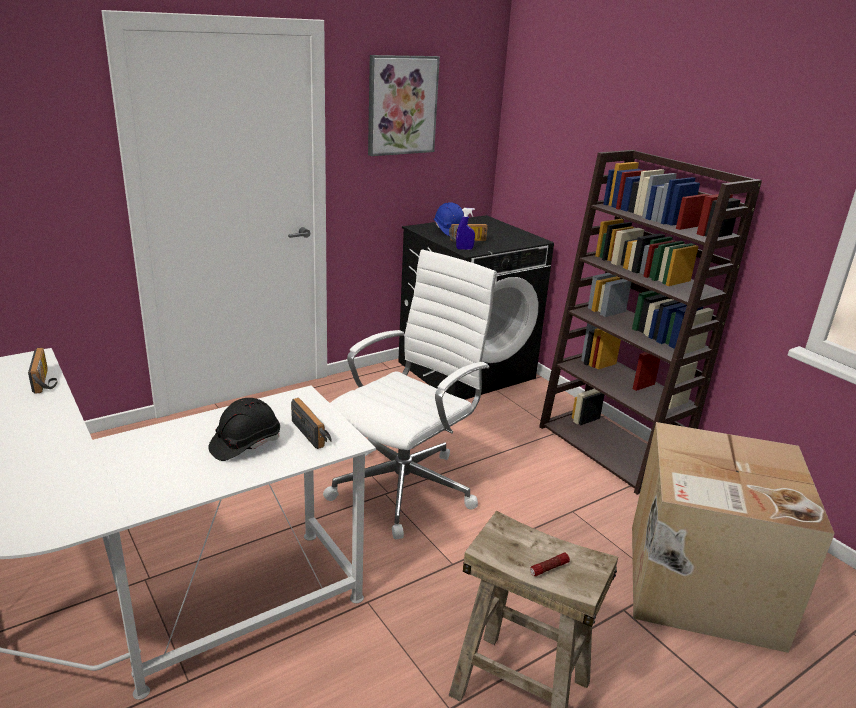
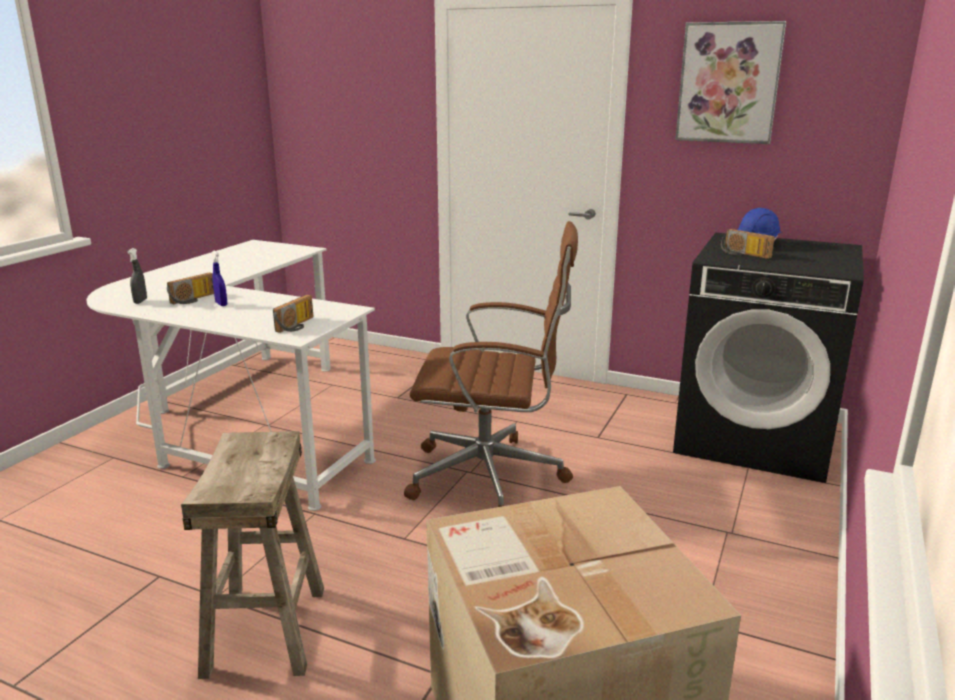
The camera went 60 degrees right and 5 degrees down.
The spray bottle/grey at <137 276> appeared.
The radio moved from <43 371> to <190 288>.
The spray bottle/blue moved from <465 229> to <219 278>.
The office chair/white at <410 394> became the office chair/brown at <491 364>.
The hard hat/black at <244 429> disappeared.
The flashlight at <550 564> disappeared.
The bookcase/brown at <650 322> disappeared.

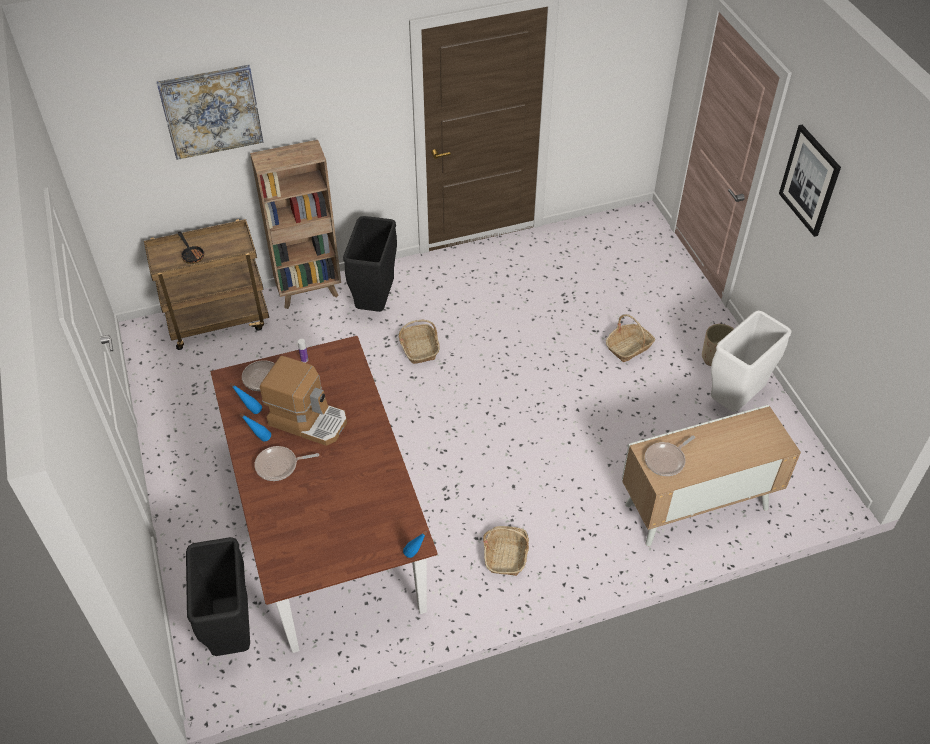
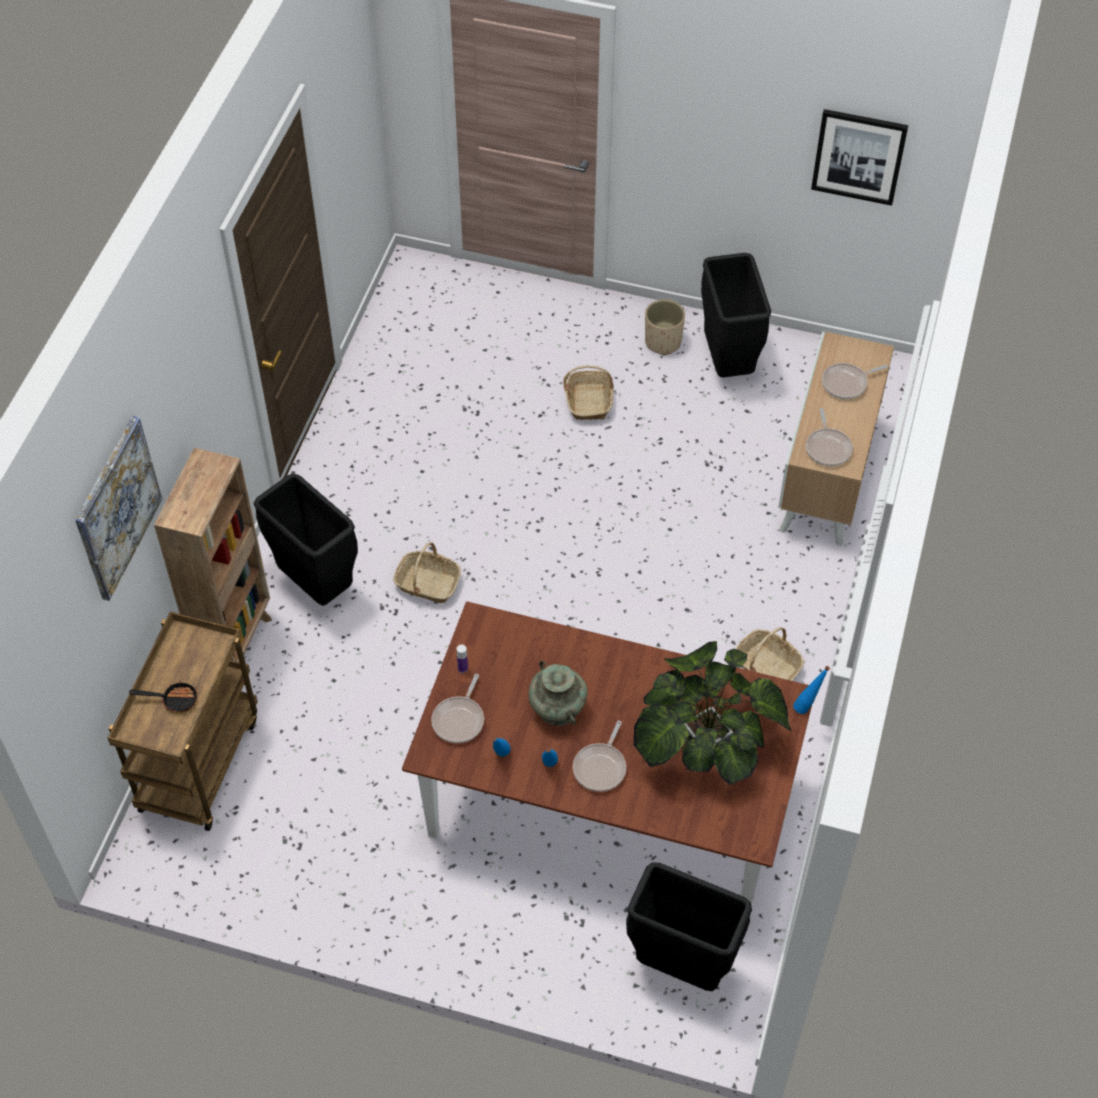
The camera went 55 degrees left and 5 degrees up.
The coffee machine at <303 401> was replaced by the vase/turquoise at <558 693>.
The potted plant at <712 713> appeared.
The trash can/white at <751 361> became the trash can/black at <736 315>.
The picture moved from <810 181> to <859 157>.
The frying pan at <855 381> appeared.

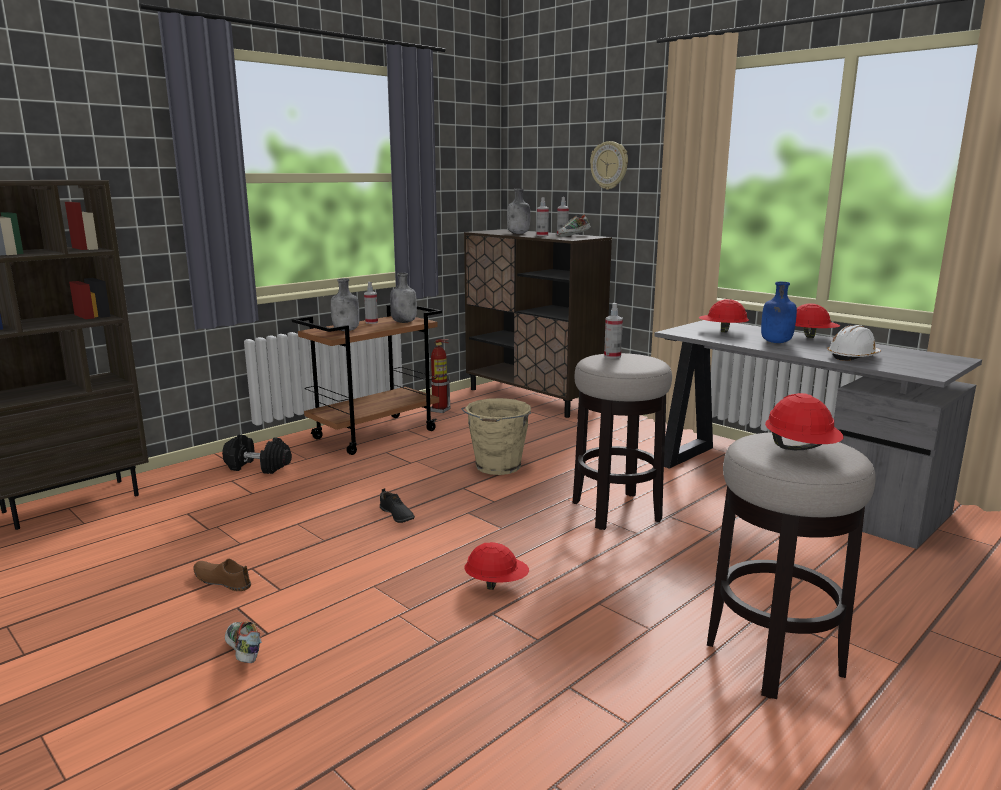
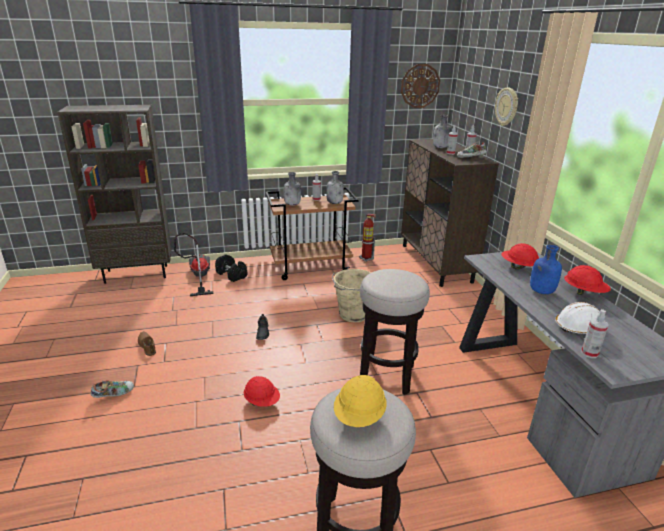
The camera went 30 degrees right and 10 degrees up.
The shoe at <243 642> turned 60 degrees clockwise.
The vacuum cleaner at <194 264> appeared.
The hard hat/red at <804 421> became the hard hat/yellow at <360 401>.
The wall clock at <420 86> appeared.
The spray bottle moved from <613 331> to <594 333>.

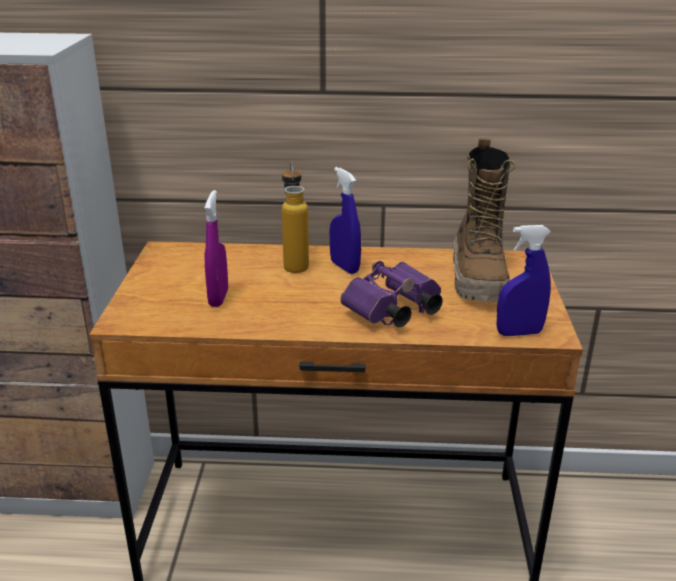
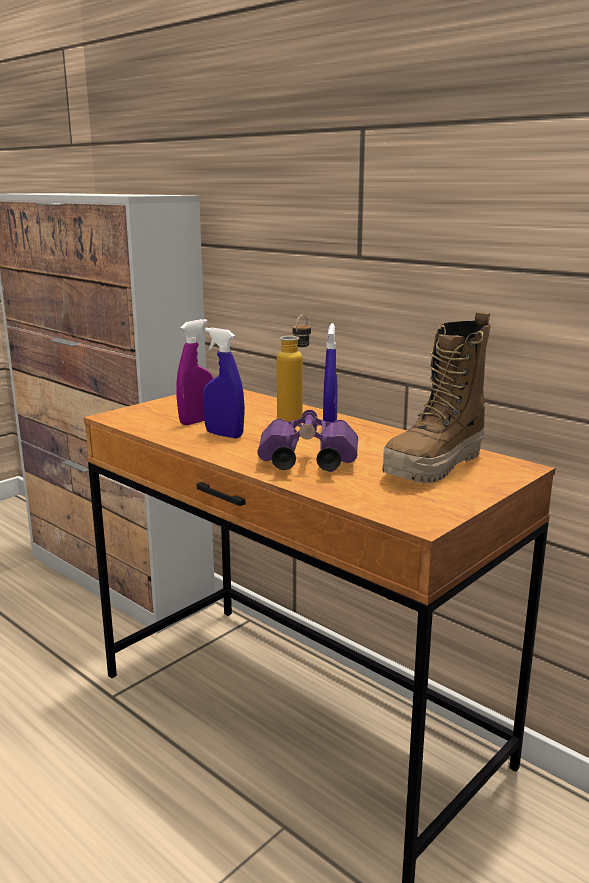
The camera went 40 degrees right and 10 degrees down.
The spray bottle/blue moved from <523 280> to <224 383>.

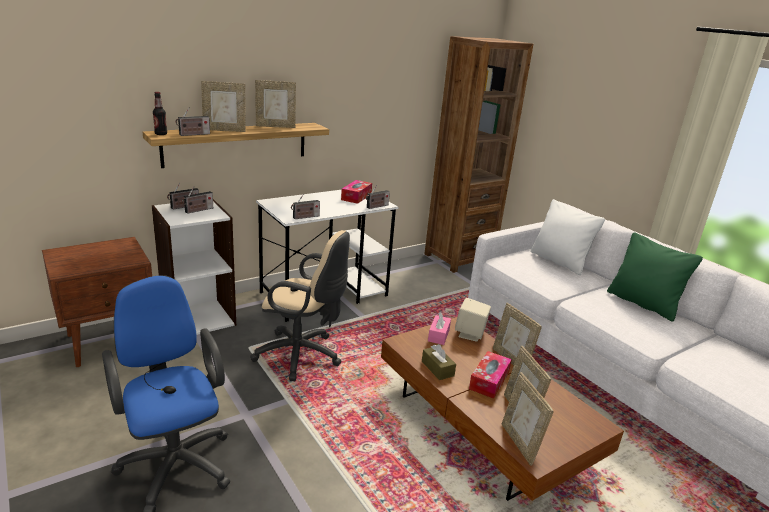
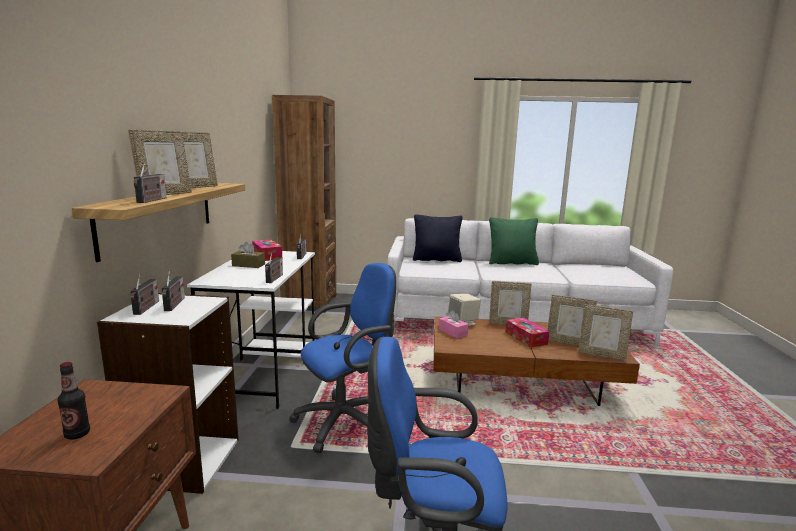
The camera went 50 degrees left and 10 degrees down.
The bottle moved from <160 113> to <73 401>.
The tissue box/brown moved from <439 362> to <248 255>.
The office chair/beige at <300 305> became the office chair/blue at <342 358>.
The pillow/white at <567 237> became the pillow/black at <438 238>.

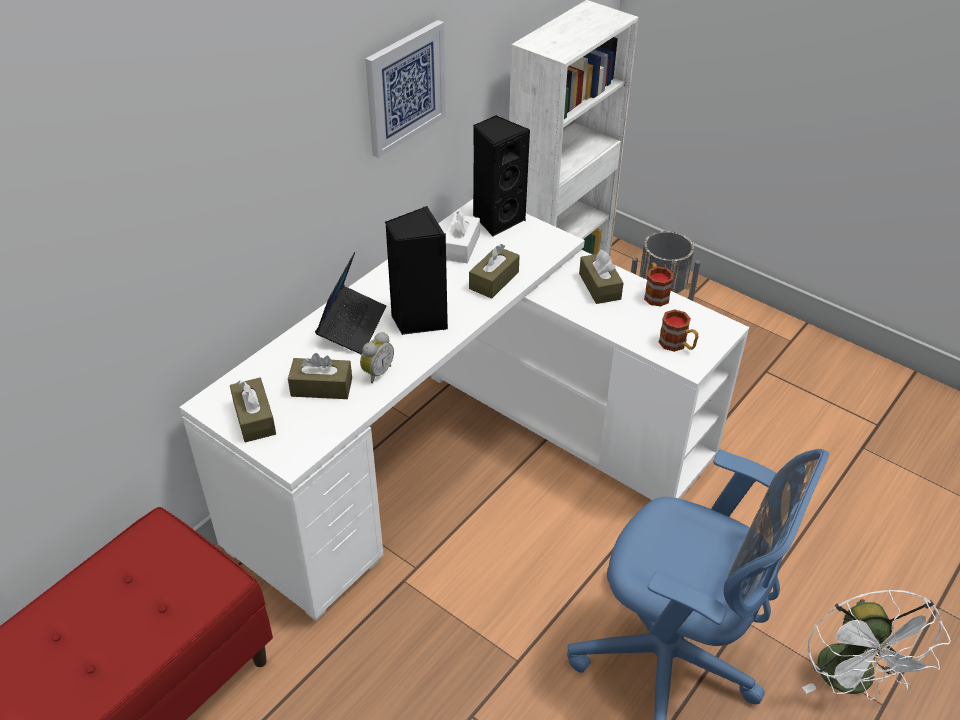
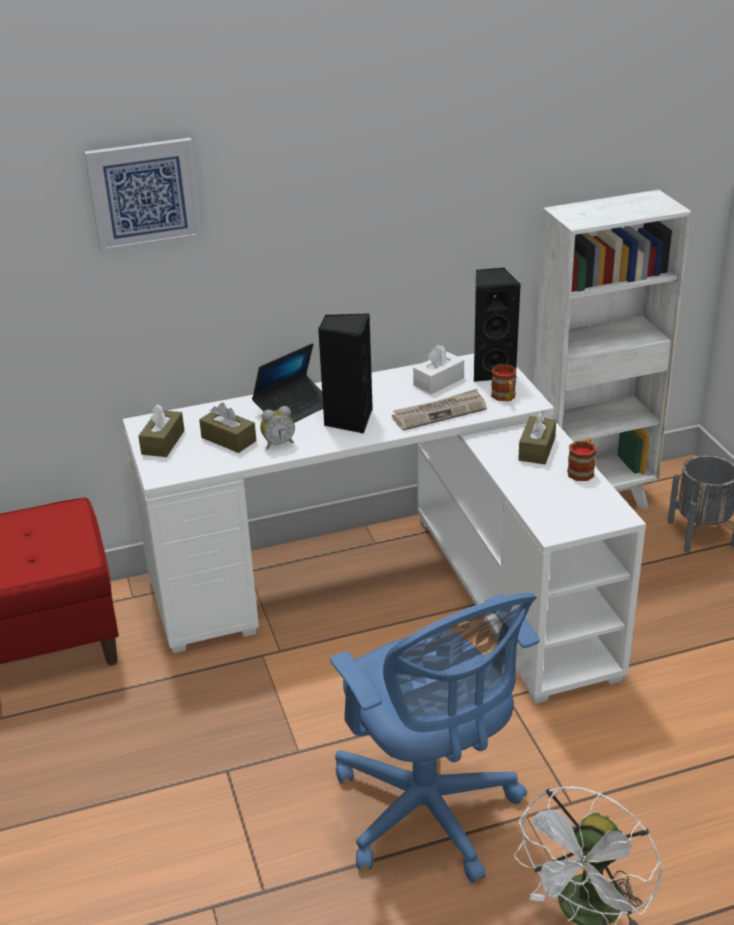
The camera went 35 degrees right and 10 degrees down.
The picture moved from <405 89> to <143 196>.
The tissue box/brown at <494 271> was replaced by the newspaper at <439 410>.
The mug moved from <678 330> to <504 382>.

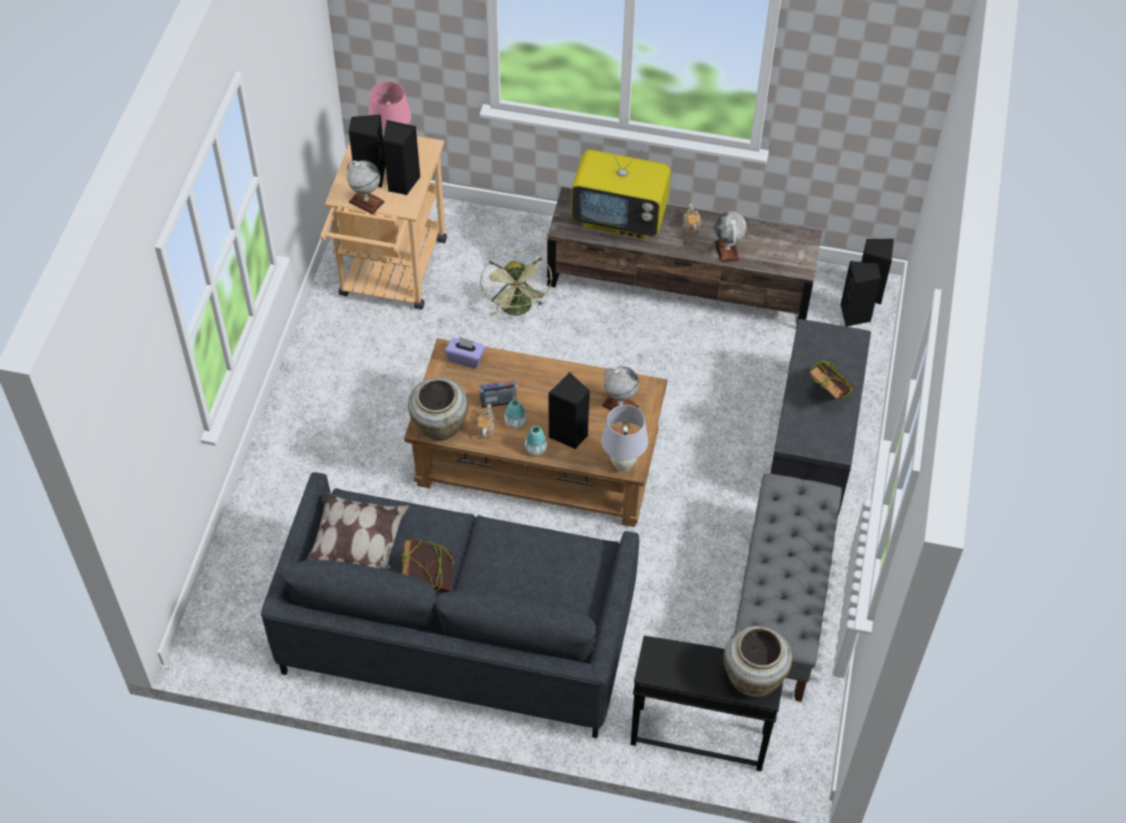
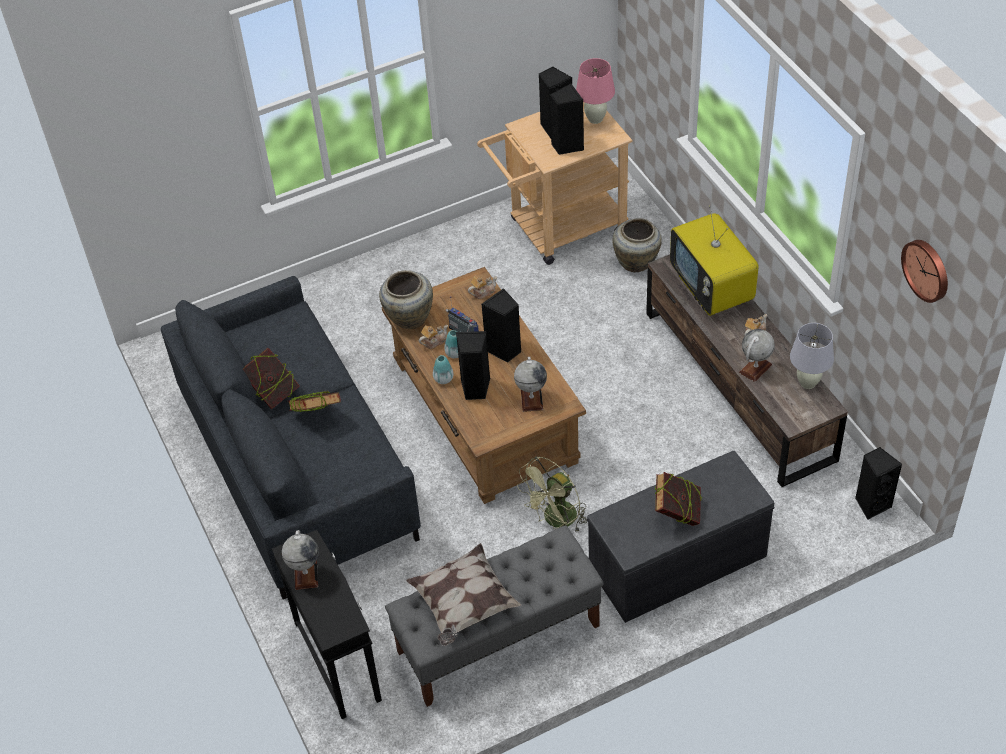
The camera went 55 degrees right and 5 degrees down.
The globe moved from <366 187> to <300 560>.
The book at <314 401> appeared.
The pillow moved from <357 532> to <463 594>.
The tissue box/purple at <465 352> was replaced by the teapot at <482 287>.
The speaker/black moved from <861 294> to <501 326>.
The fan/green moved from <516 283> to <552 495>.
The vase/beige moved from <757 661> to <637 245>.
The table lamp/white moved from <624 438> to <812 356>.
The wall clock at <924 271> appeared.

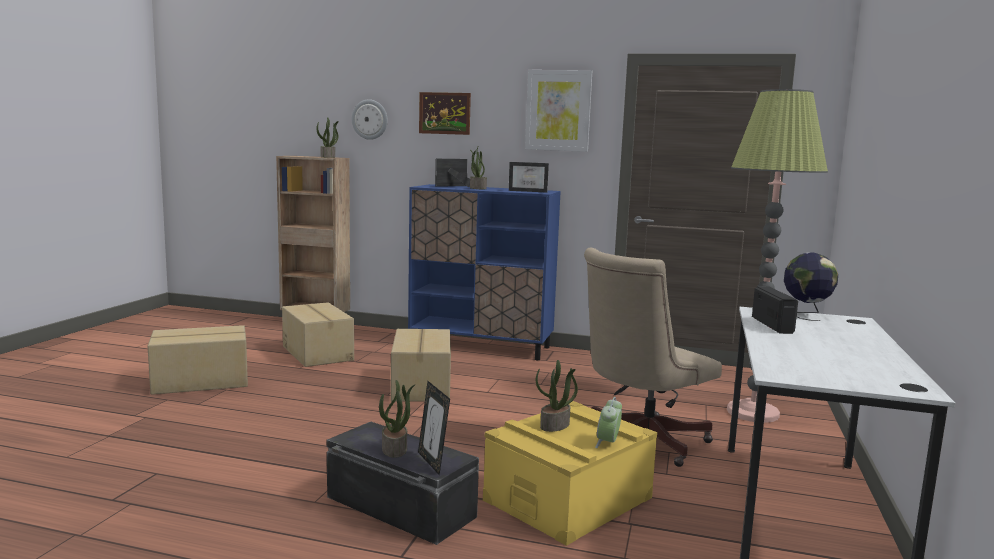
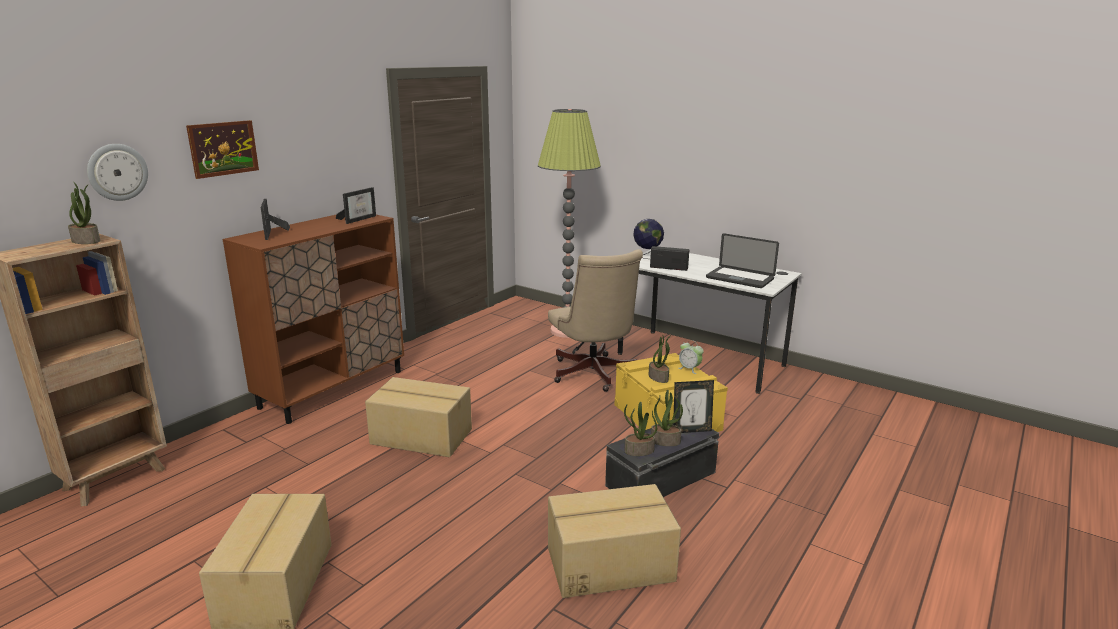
The camera went 70 degrees left and 10 degrees up.
The cabinet/blue at <484 272> became the cabinet/brown at <313 319>.
The cardboard box moved from <318 334> to <614 541>.
The potted plant moved from <478 168> to <640 429>.
The laptop at <742 260> appeared.
The picture at <558 111> disappeared.

